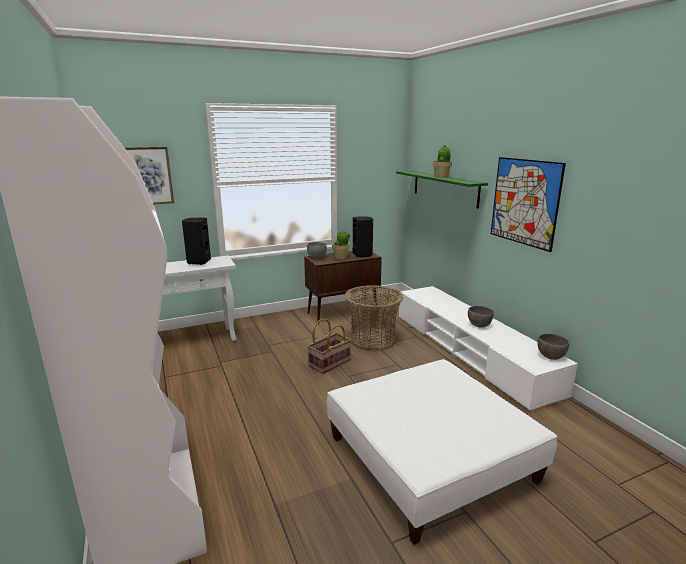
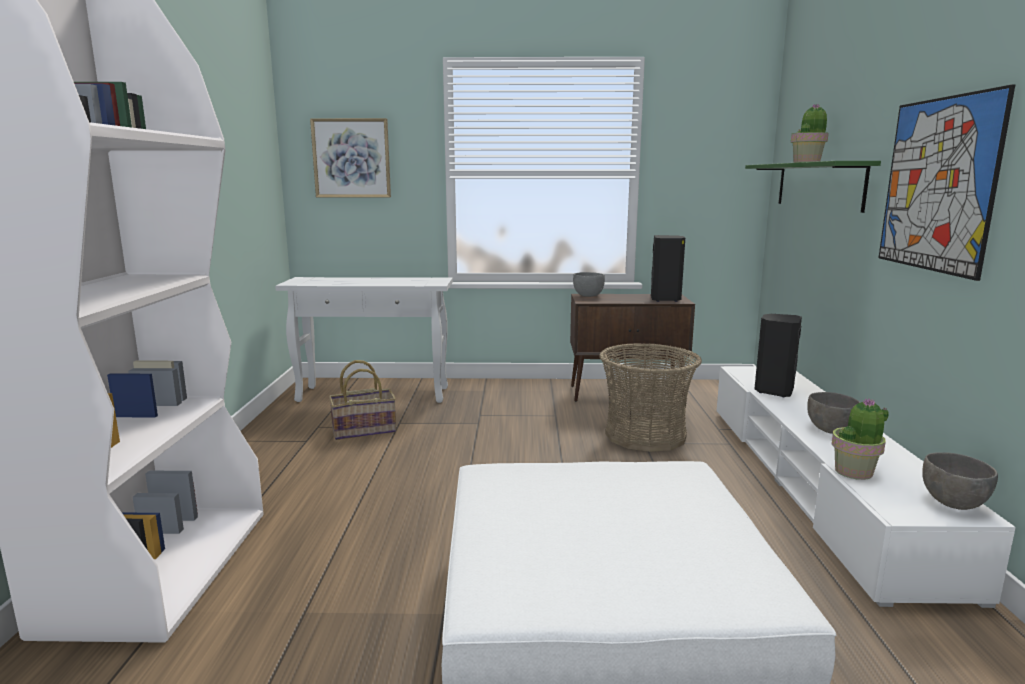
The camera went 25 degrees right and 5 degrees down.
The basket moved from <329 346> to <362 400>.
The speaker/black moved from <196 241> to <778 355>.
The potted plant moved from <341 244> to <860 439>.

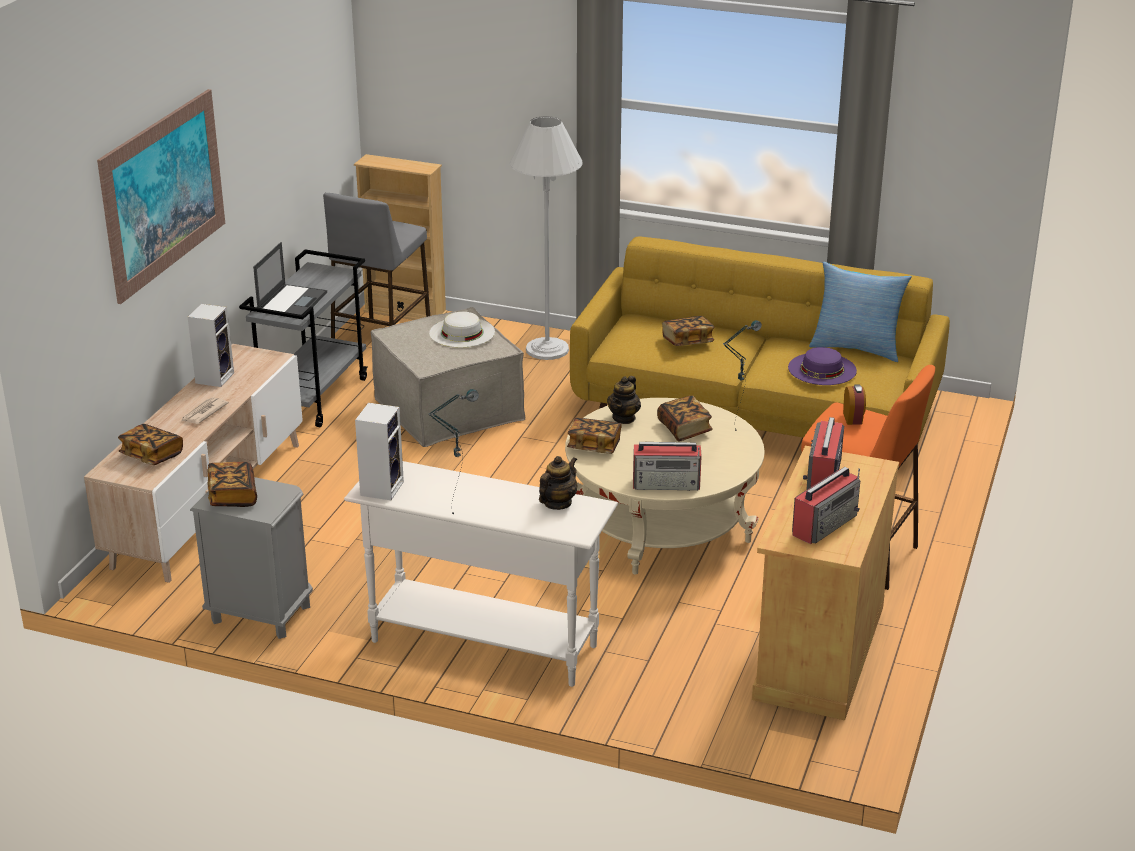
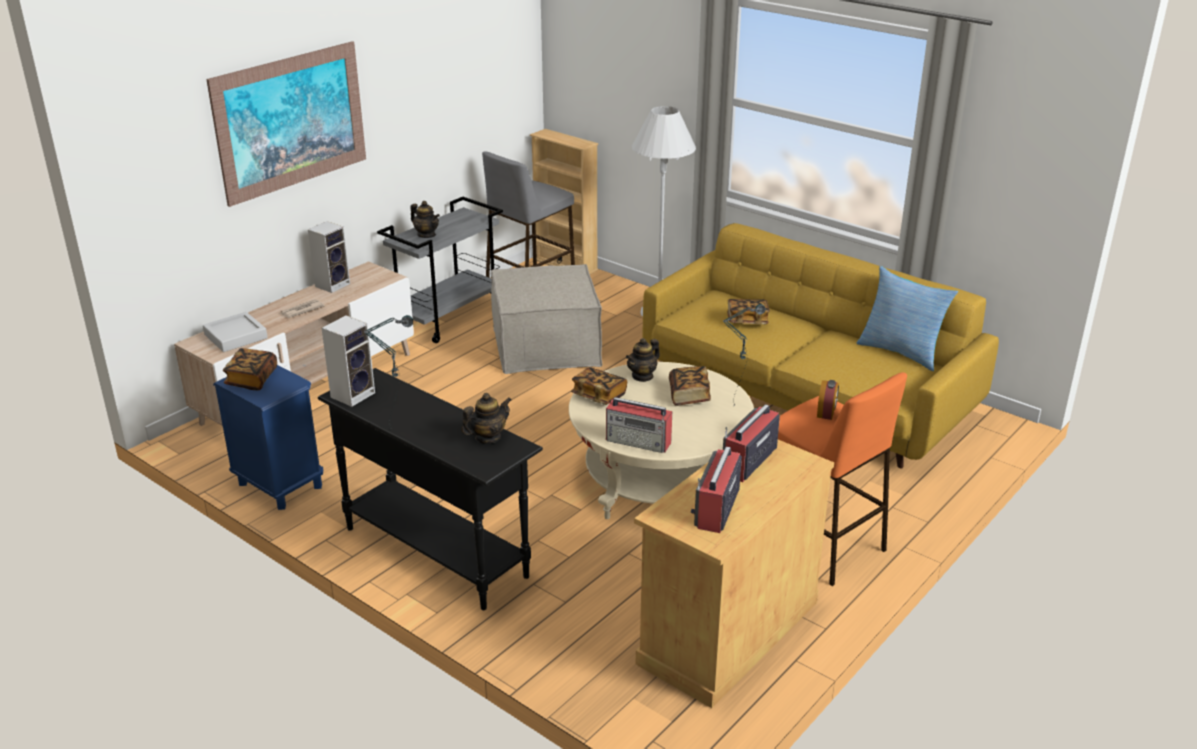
The camera went 20 degrees right and 0 degrees up.
The book at <150 444> was replaced by the tray/grey at <235 332>.
The nightstand/grey at <251 558> became the nightstand/blue at <268 437>.
The console table/white at <481 574> became the console table/black at <430 489>.
The laptop at <290 278> was replaced by the teapot at <425 219>.
The radio at <826 505> turned 135 degrees clockwise.
The hat/white at <462 330> disappeared.
The hat/purple at <822 366> disappeared.

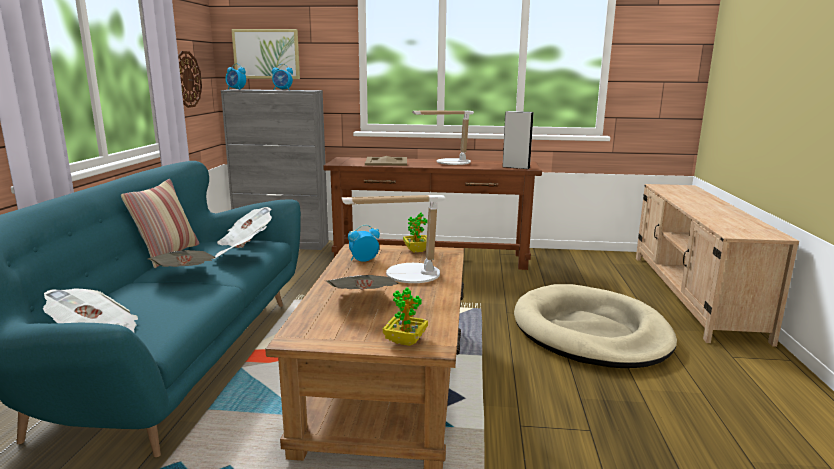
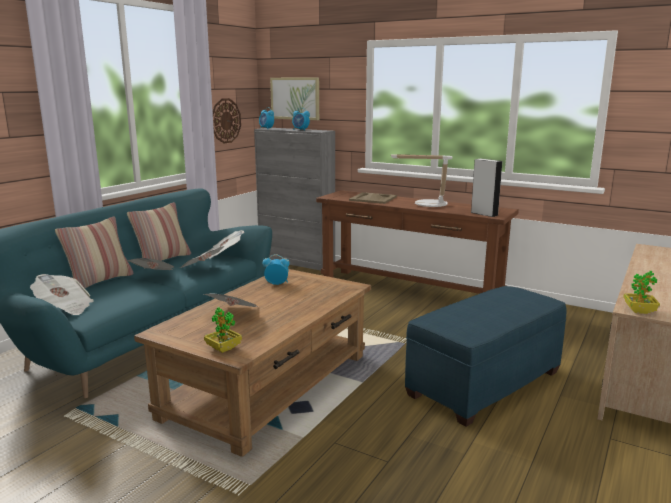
The camera went 25 degrees right and 0 degrees up.
The pillow at <94 253> appeared.
The dog bed/beige at <595 326> was replaced by the ottoman/blue at <485 356>.
The potted plant moved from <415 232> to <641 292>.
The table lamp at <393 239> disappeared.

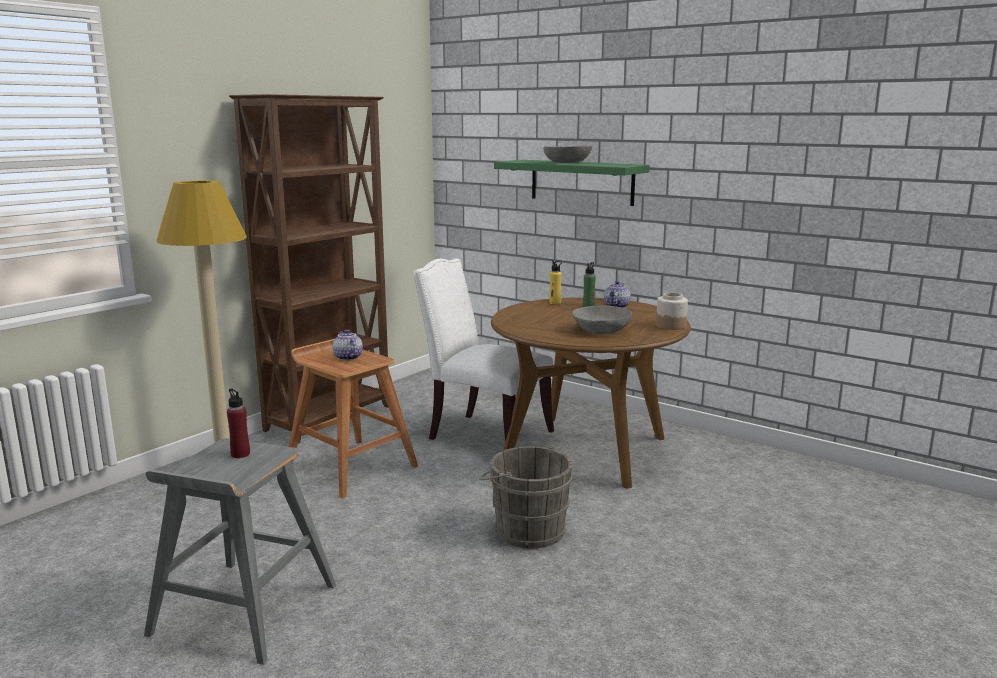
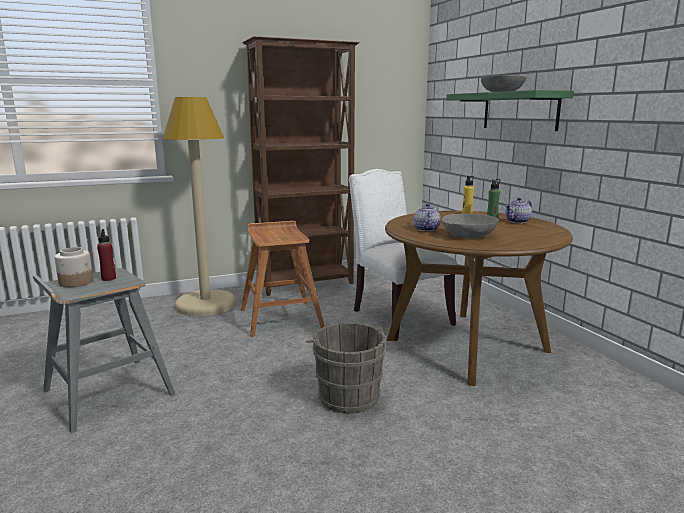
The camera went 30 degrees right and 0 degrees up.
The jar moved from <672 311> to <73 267>.
The teapot moved from <348 345> to <427 217>.

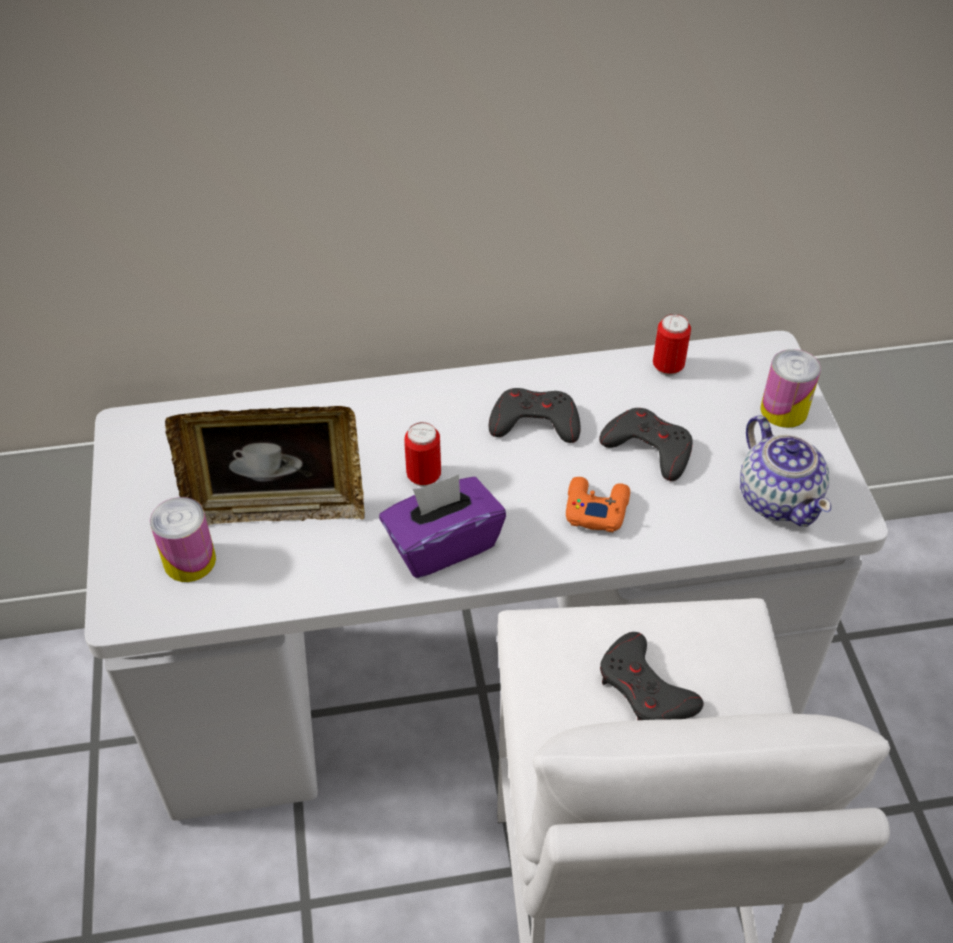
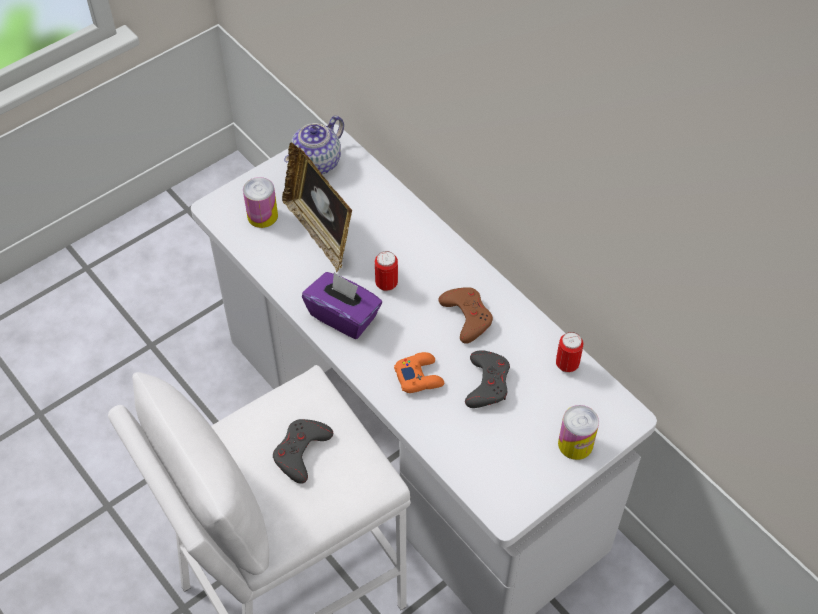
The camera went 60 degrees right and 5 degrees up.
The teapot moved from <785 471> to <314 145>.
The game controller/grey at <535 415> became the game controller/brown at <465 315>.

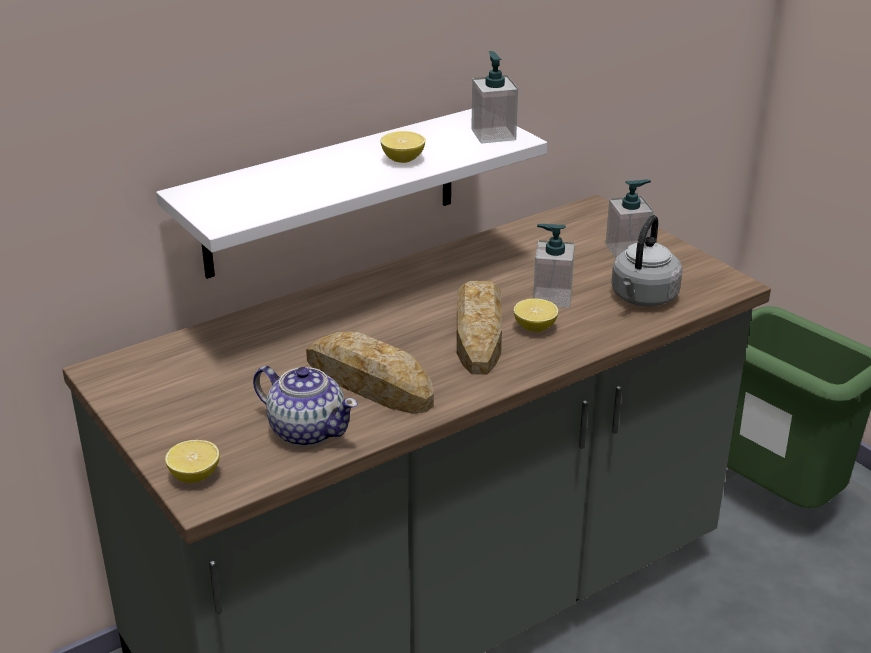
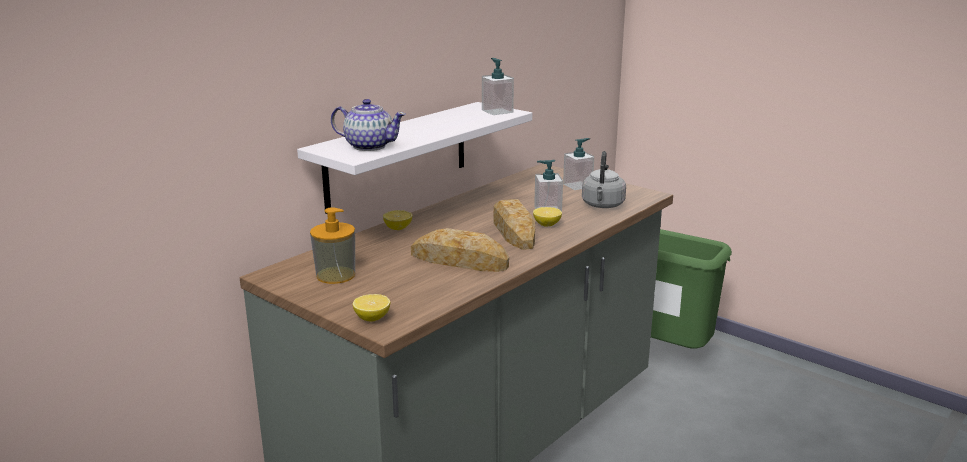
The camera went 15 degrees left and 10 degrees down.
The soap dispenser at <332 245> appeared.
The teapot moved from <305 406> to <368 125>.
The lemon moved from <403 147> to <397 220>.

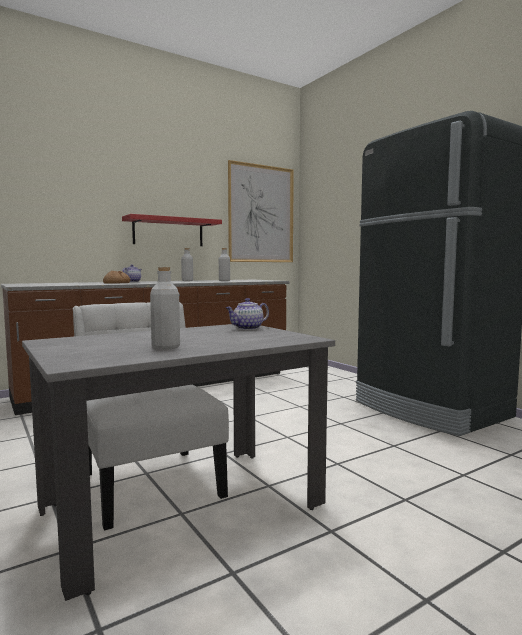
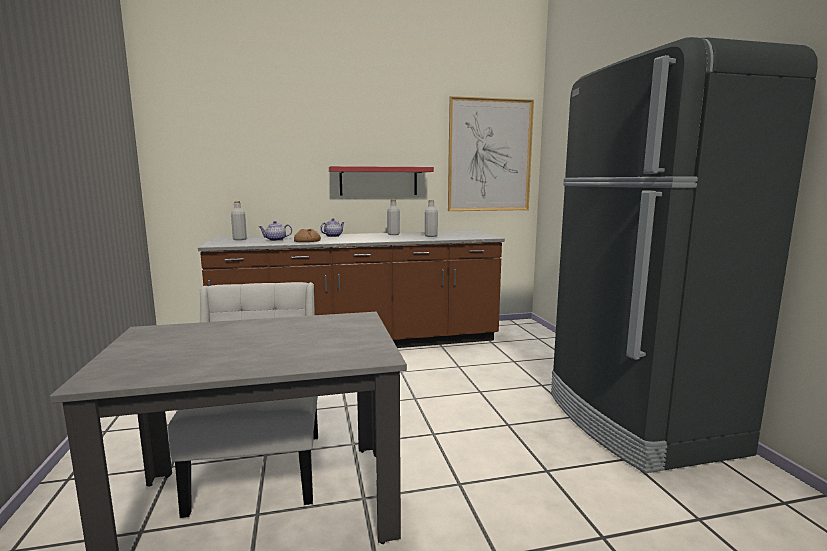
The camera went 20 degrees right and 5 degrees up.
The bottle/grey moved from <165 308> to <239 220>.
The teapot moved from <247 314> to <275 231>.

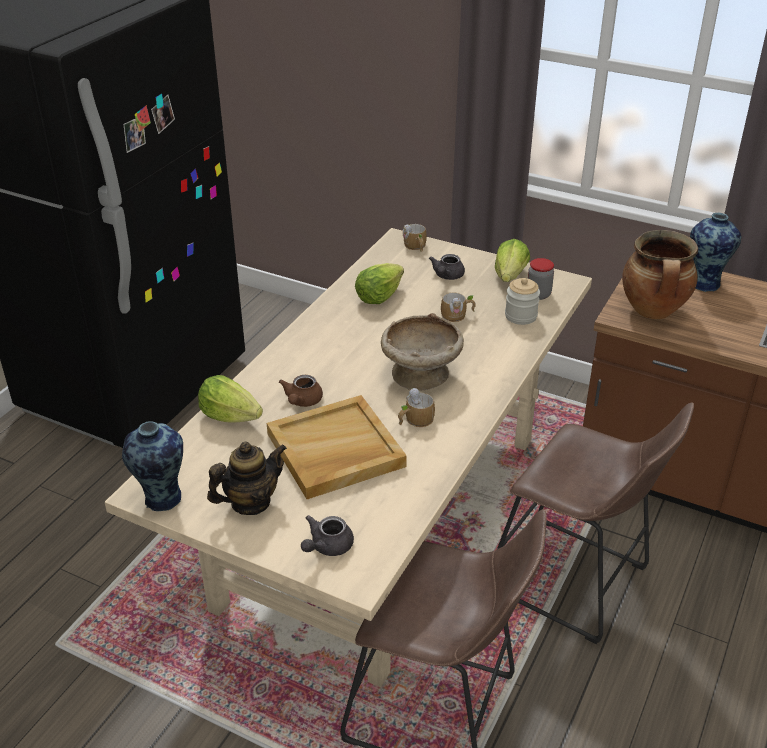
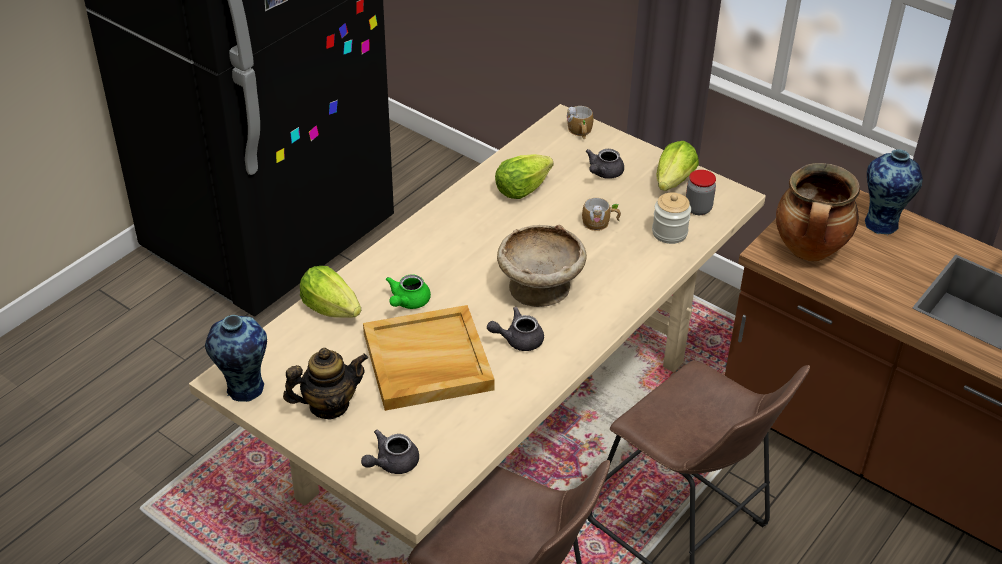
The camera went 10 degrees right and 5 degrees up.
The teapot/brown at <301 391> became the teapot/green at <408 291>.
The mug at <416 407> was replaced by the teapot/grey at <515 329>.

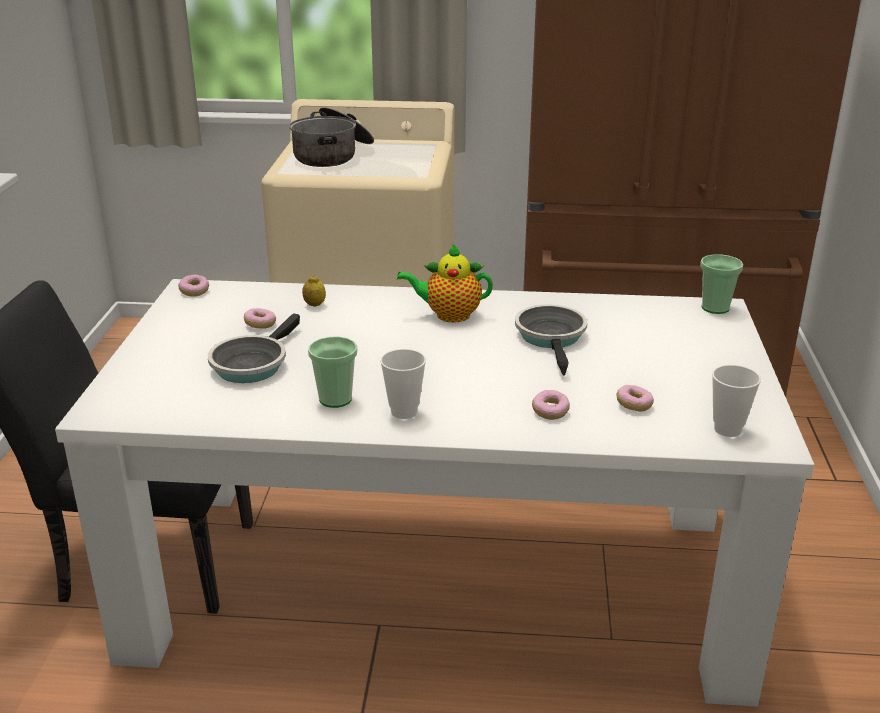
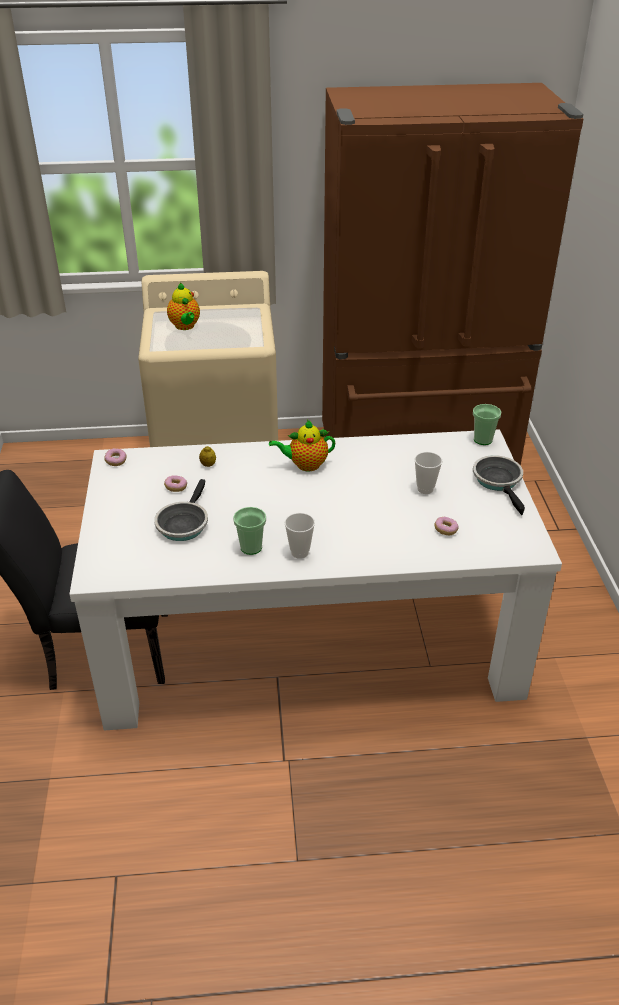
The camera went 10 degrees left and 10 degrees up.
The cooking pot at <331 137> was replaced by the teapot at <183 306>.
The cup moved from <736 401> to <428 473>.
The frying pan moved from <551 340> to <499 485>.
The donut at <551 405> disappeared.

